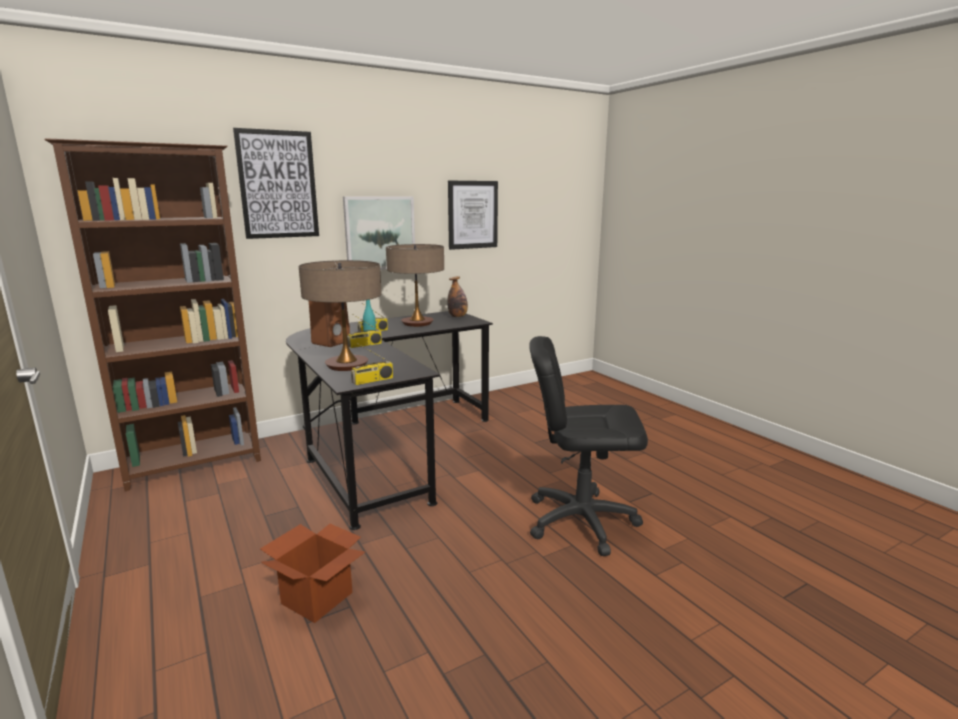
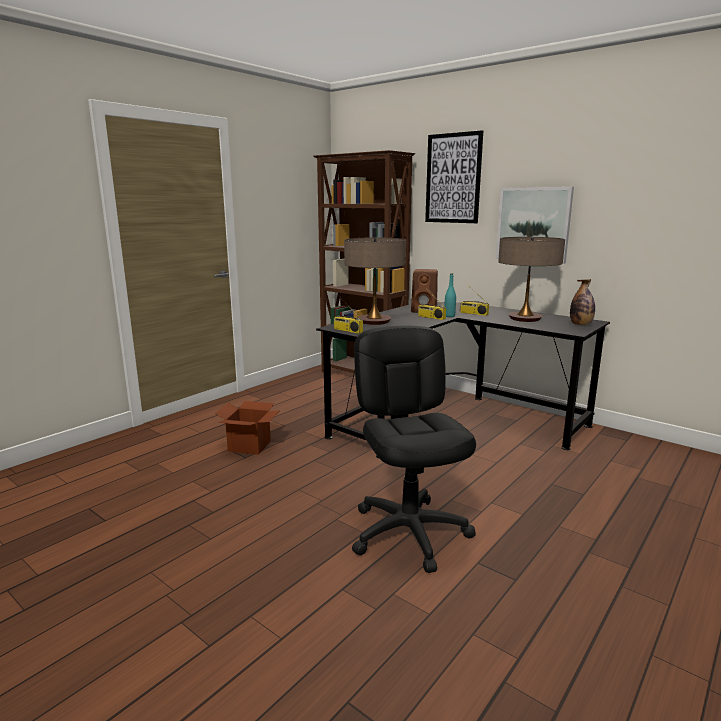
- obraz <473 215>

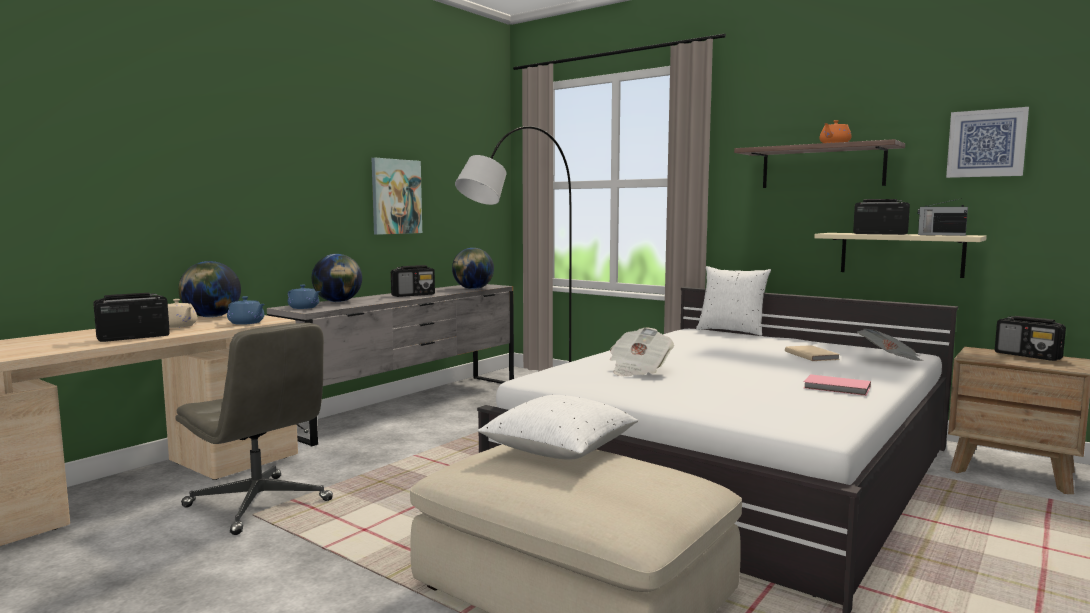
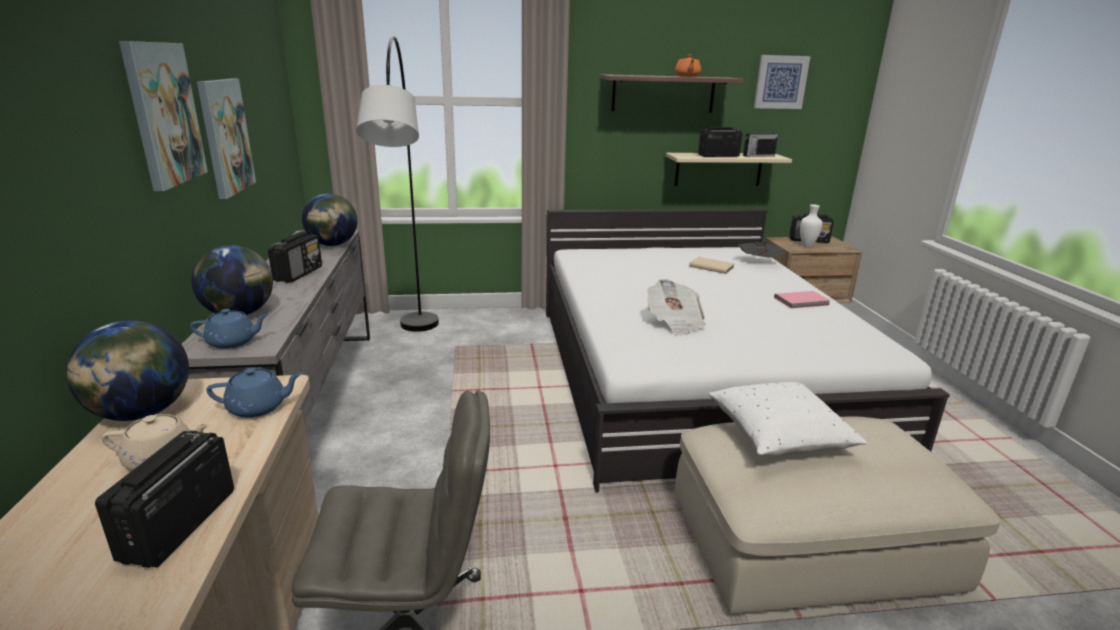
- poduszka/biały <733 301>
+ obraz <163 116>
+ wazon/biały <811 226>

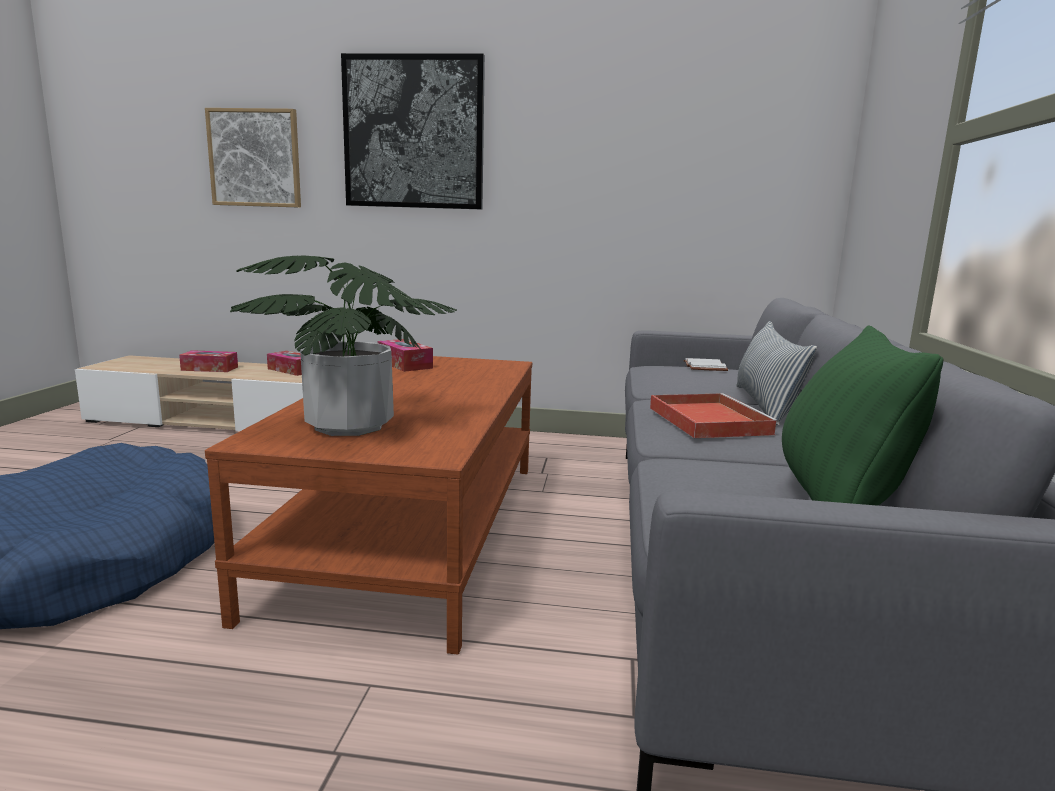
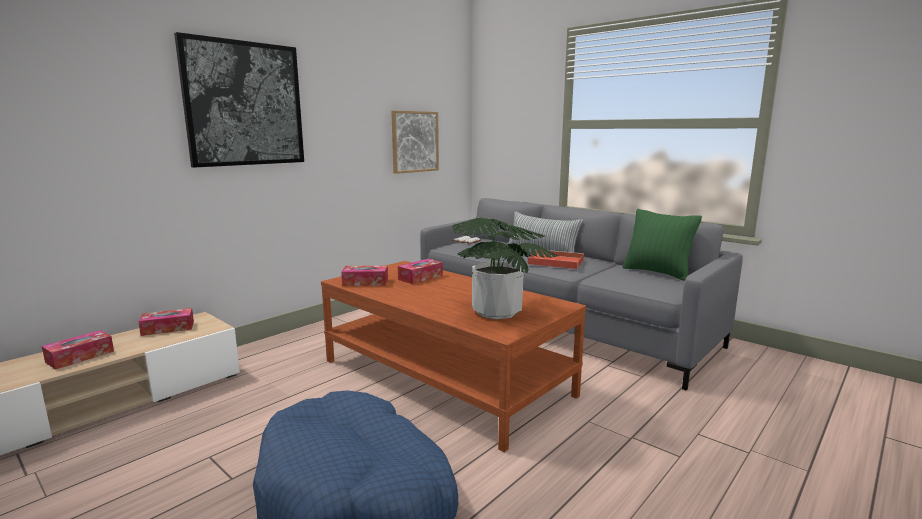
~ obraz <253 158> to <415 142>
+ pudełko chusteczek <420 271>

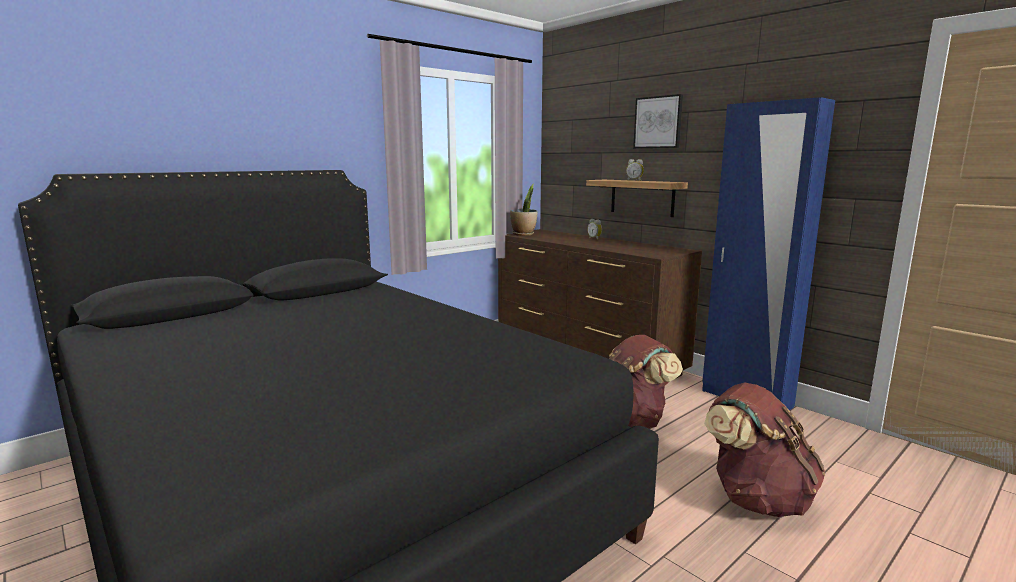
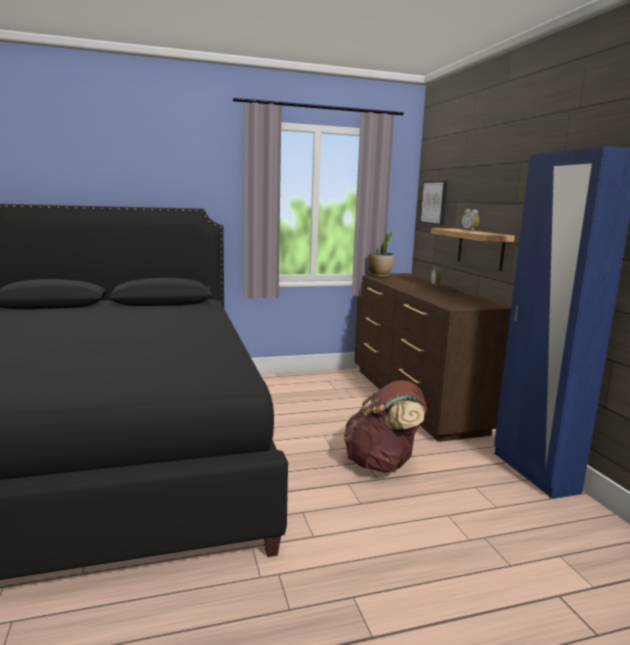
~ obraz <658 121> to <434 203>
- plecak/brązowy <764 449>

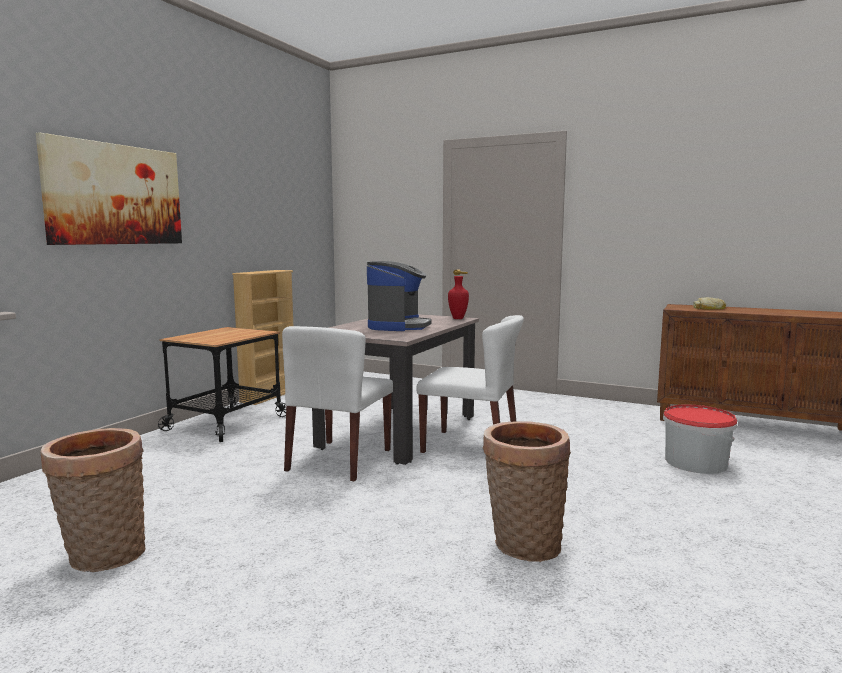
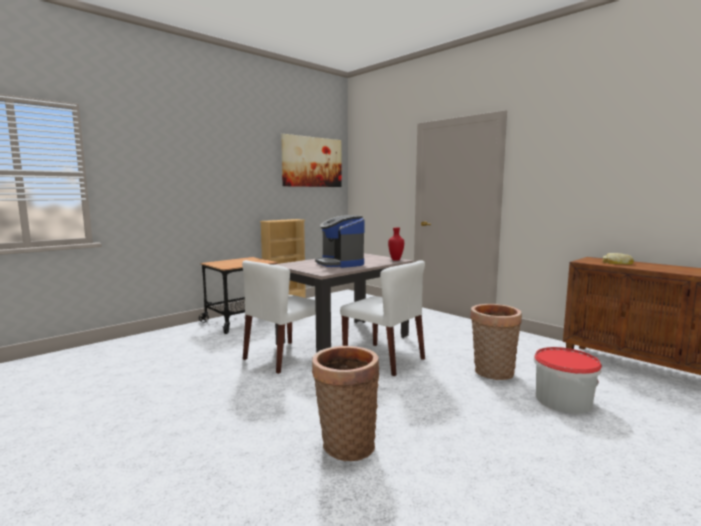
~ obraz <109 188> to <311 160>
~ koszyk <92 500> to <496 342>
~ ekspres do kawy <399 296> = <340 241> 120 degrees clockwise

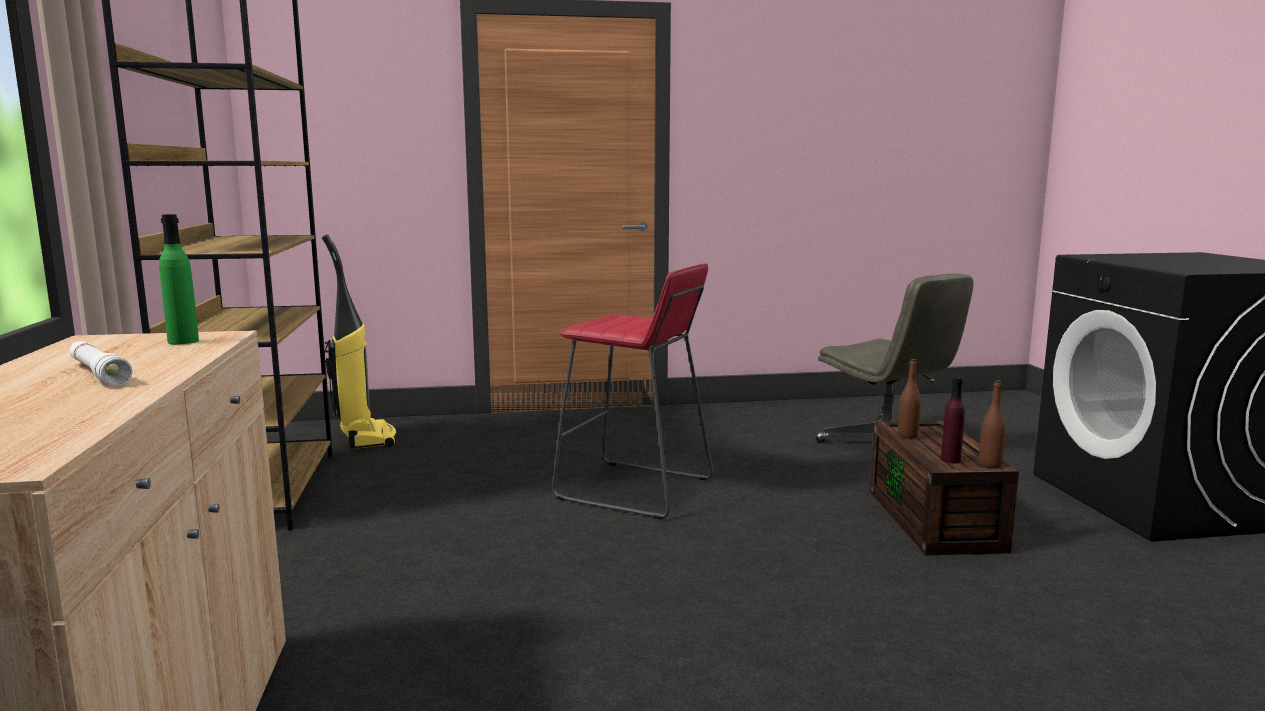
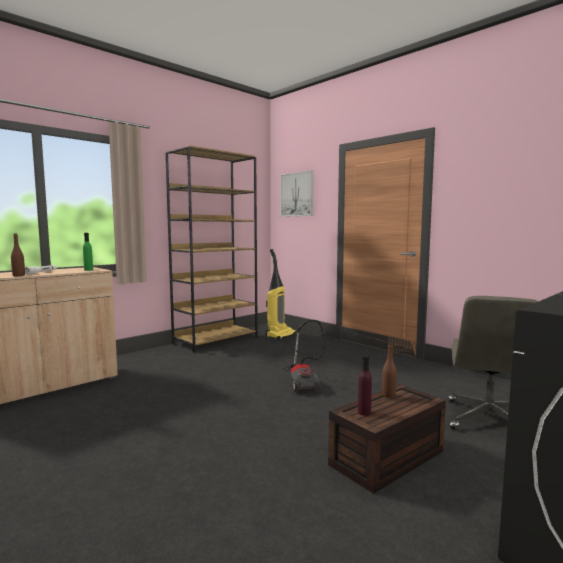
~ stołek/czerwony <632 391> to odkurzacz <303 356>
~ butelka/brązowy <992 424> to <18 254>
+ obraz <297 193>

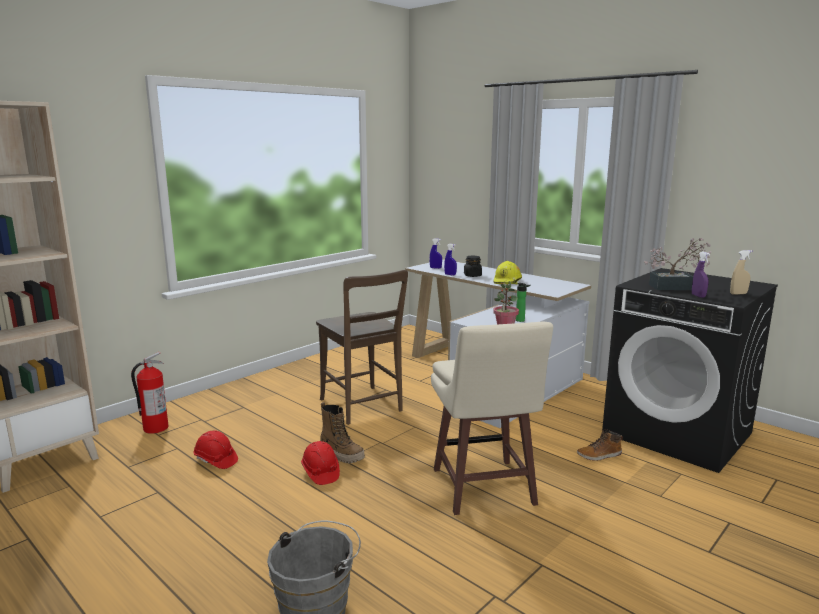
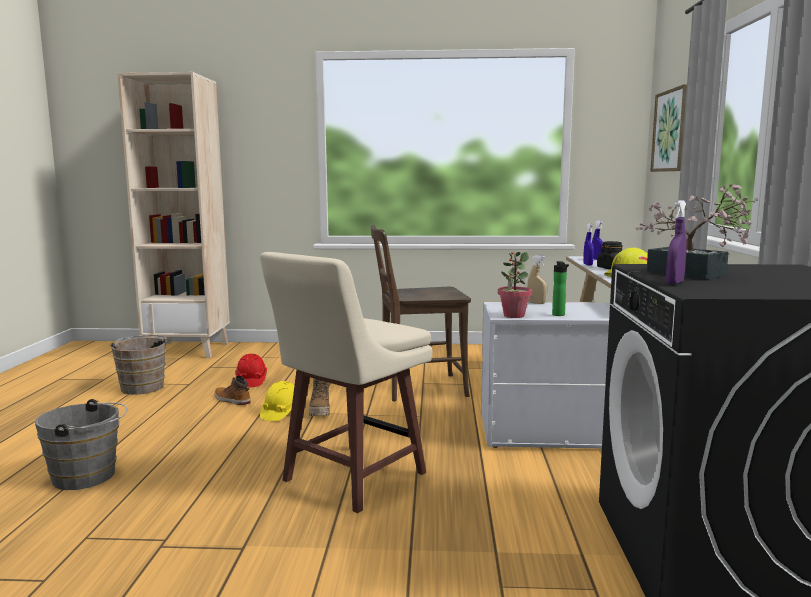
- gaśnica <149 393>
~ kask/czerwony <320 463> to kask/żółty <277 401>
~ krzesło/brązowy <362 347> = <421 313> 60 degrees clockwise
~ but z cholewką <600 445> to <233 390>
~ spryskiwacz/beżowy <741 272> to <537 279>
+ wiadro/brązowy <140 365>
+ obraz <668 128>

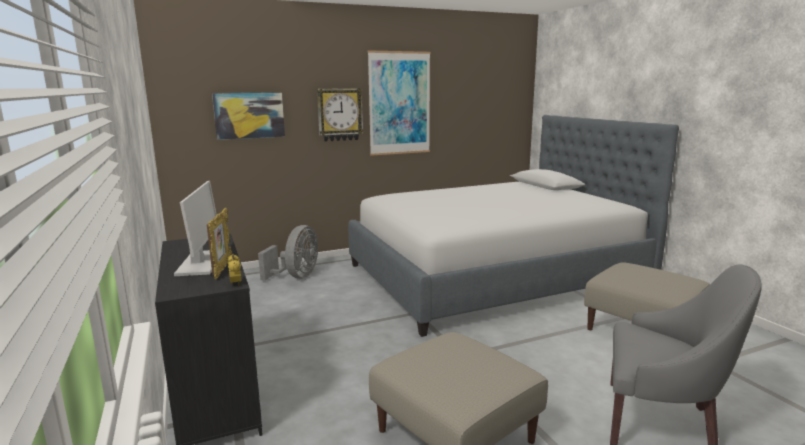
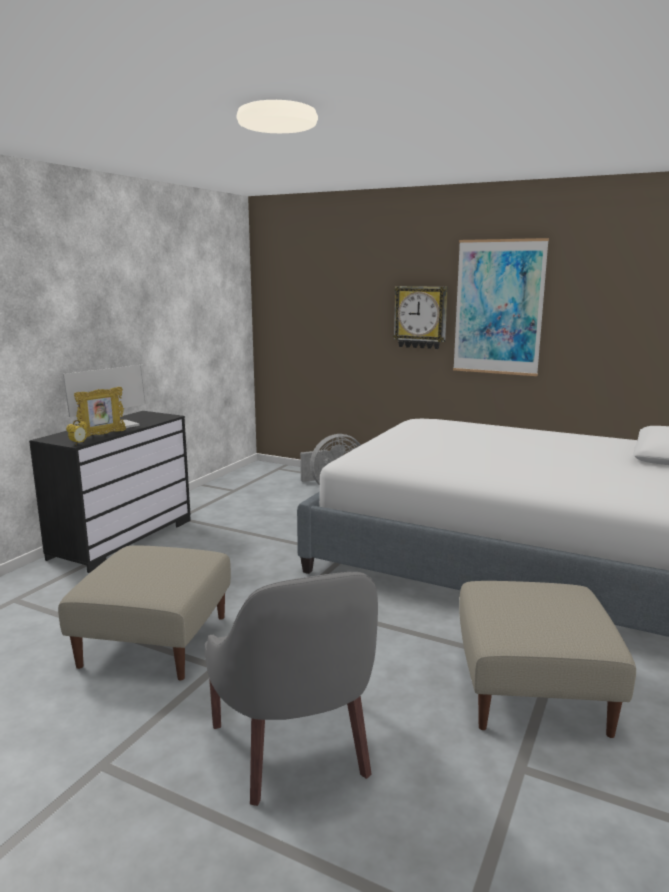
- obraz <248 116>

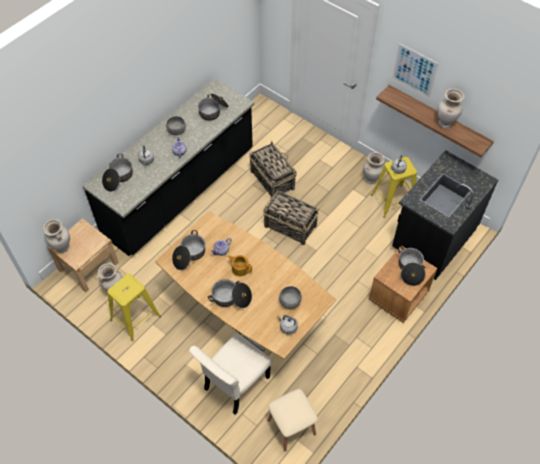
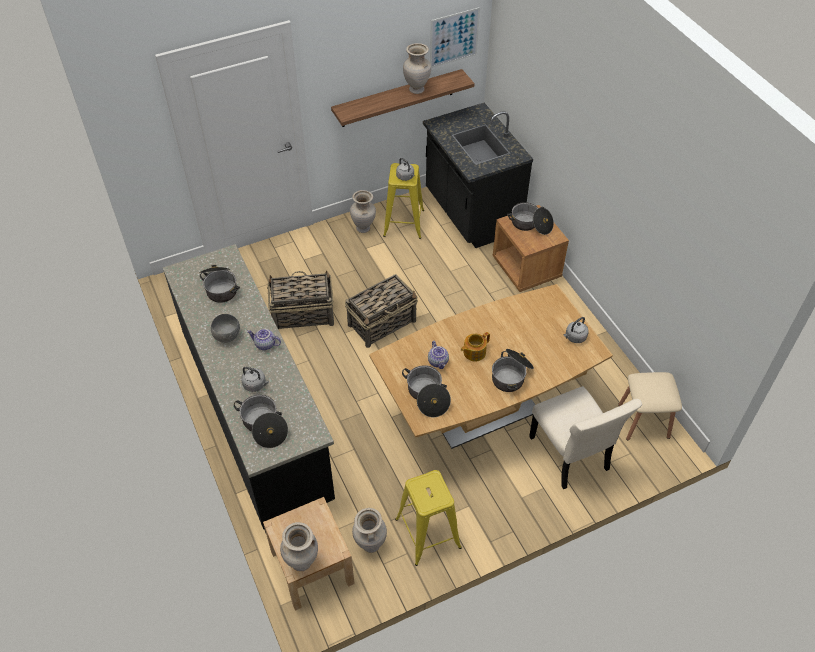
- miska/szary <290 297>
~ obraz <415 70> to <455 37>

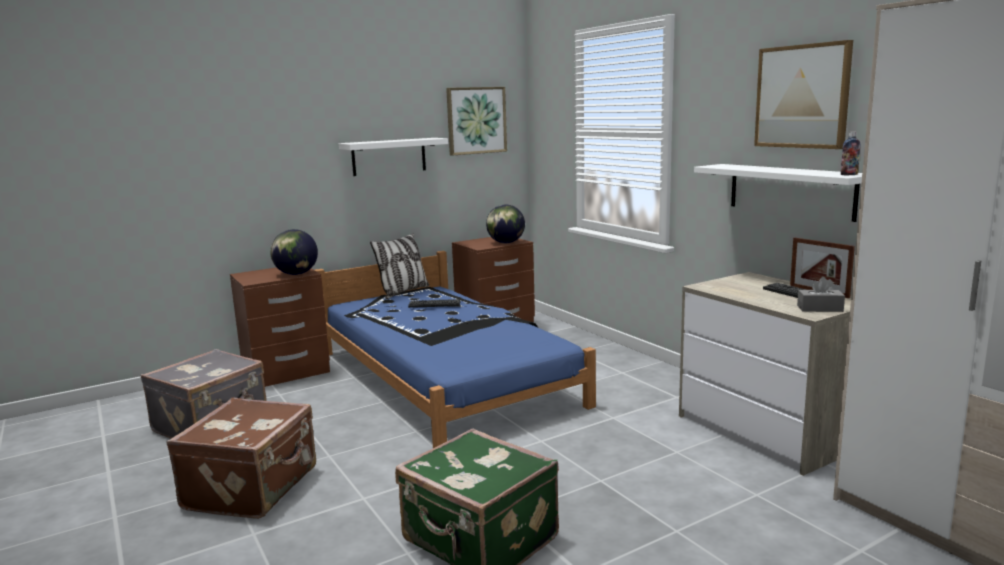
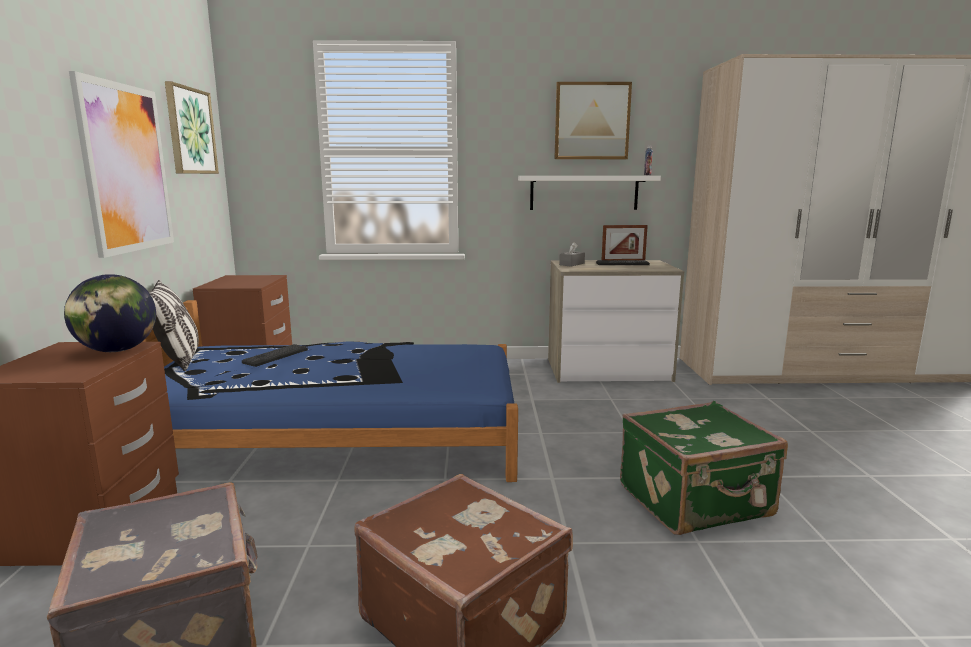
~ półka/biały <393 157> to obraz <121 164>
- globus <505 223>
~ pudełko chusteczek/szary <821 294> to <572 254>

